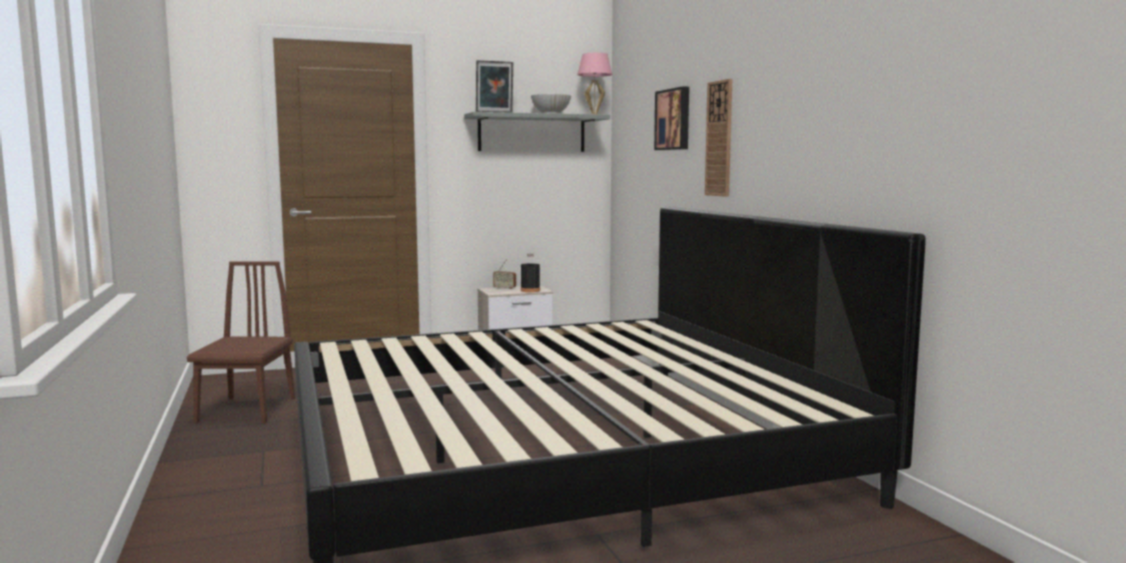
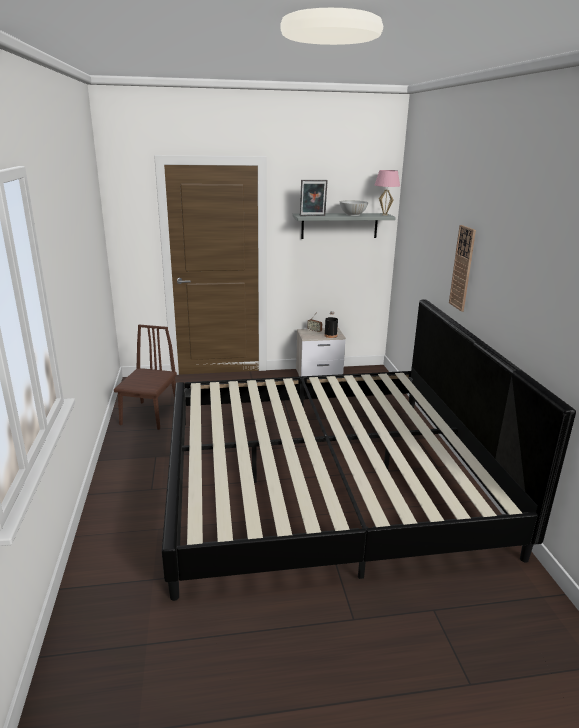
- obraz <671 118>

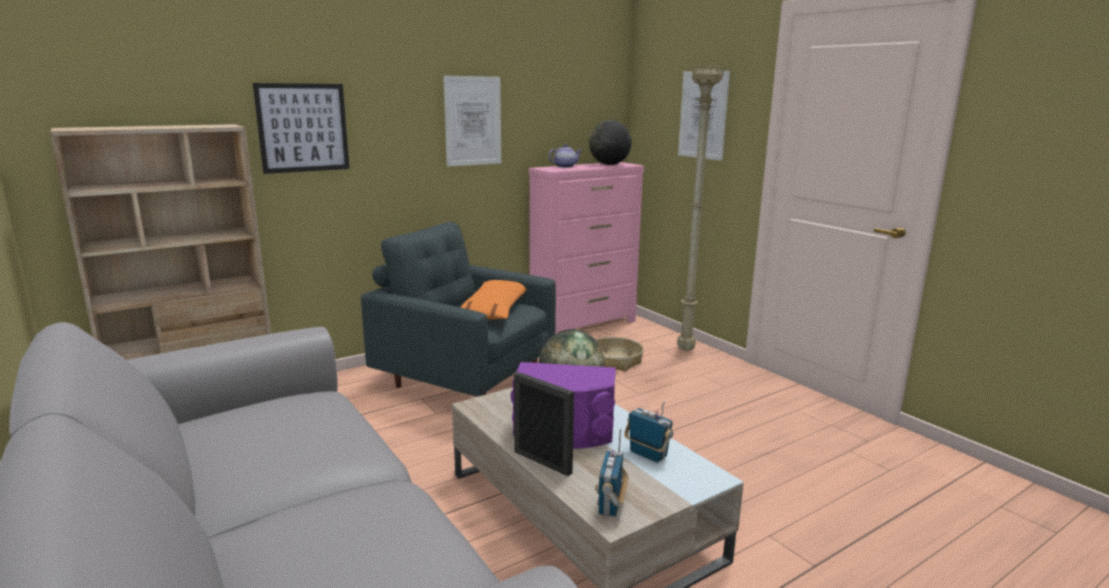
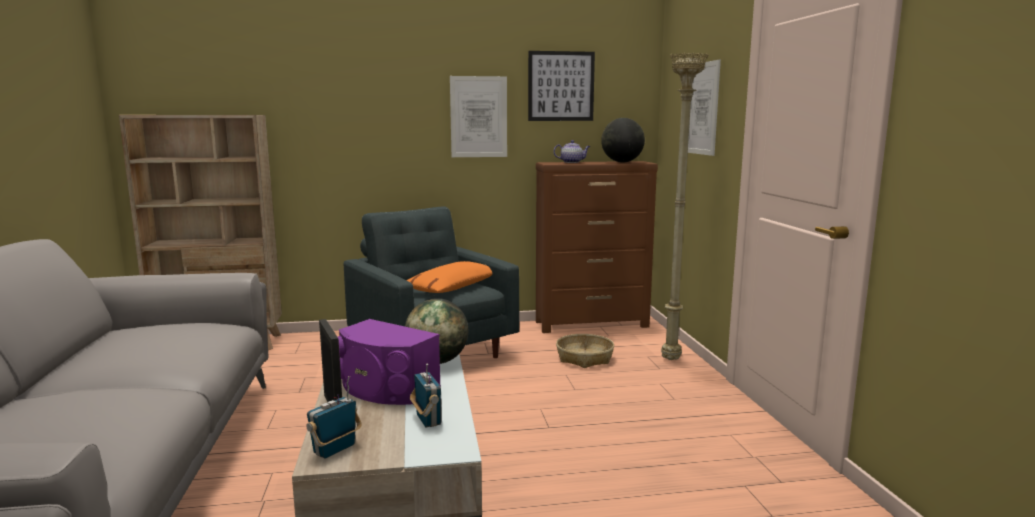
~ obraz <301 128> to <561 86>
~ komoda/różowy <586 248> to komoda/brązowy <597 247>

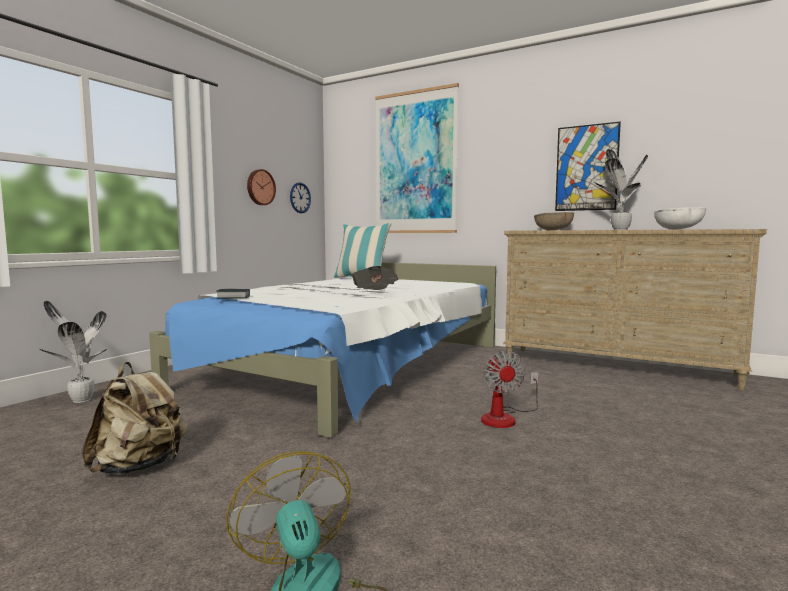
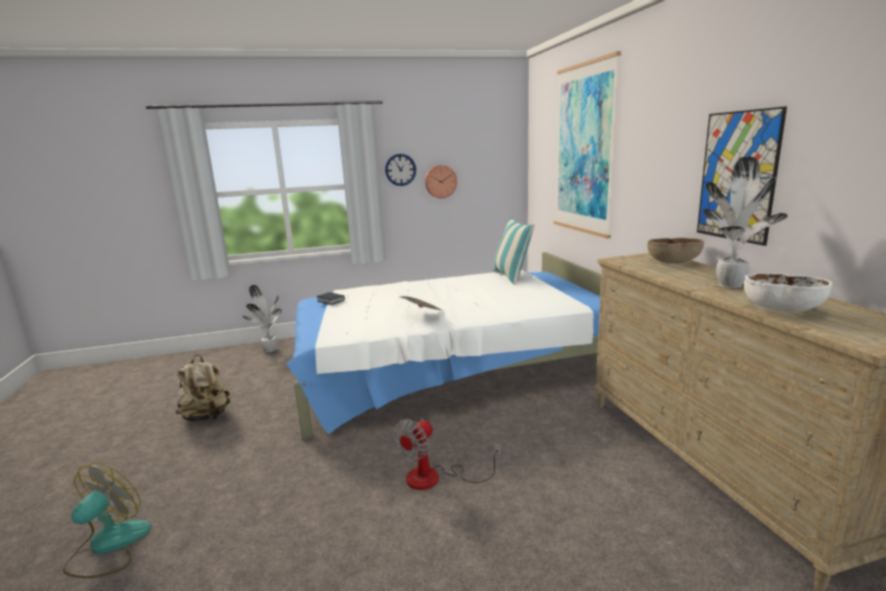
~ zegar ścienny <300 197> to <400 170>

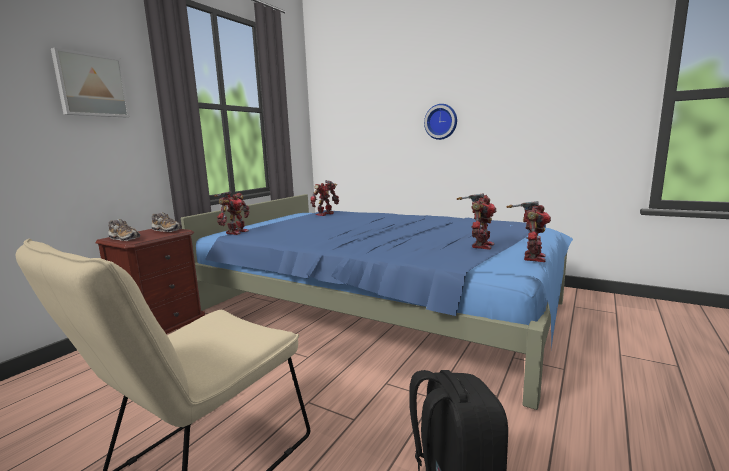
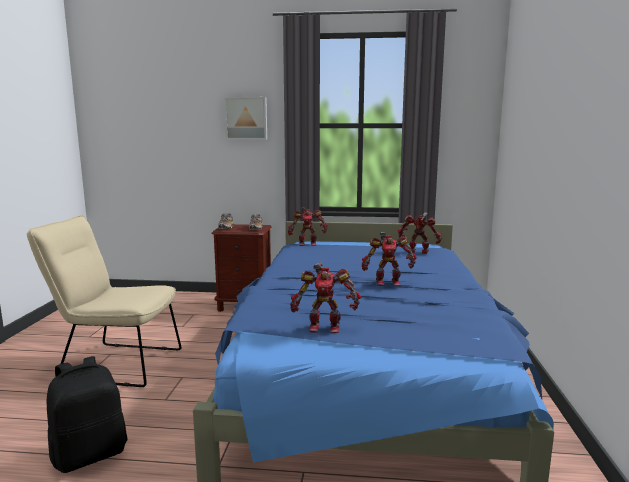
- zegar ścienny <440 122>
~ robot zabawkowy <528 231> to <389 259>

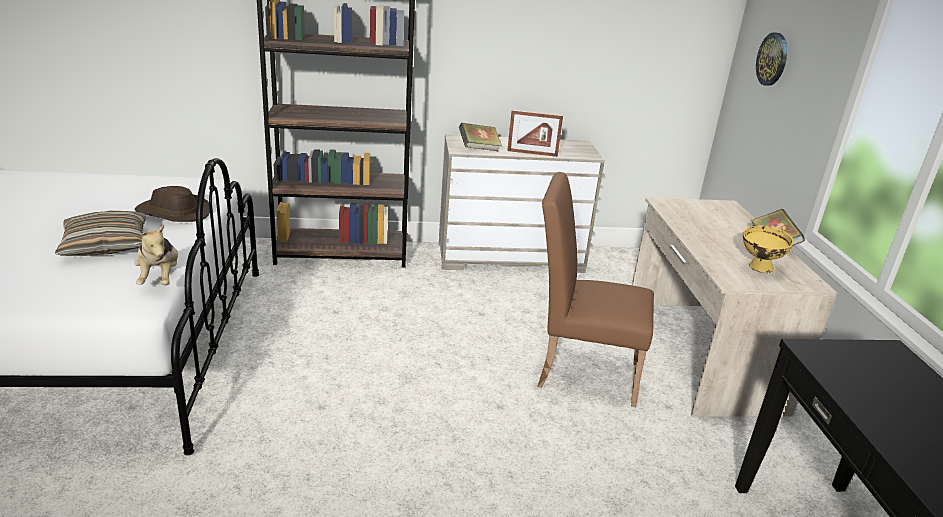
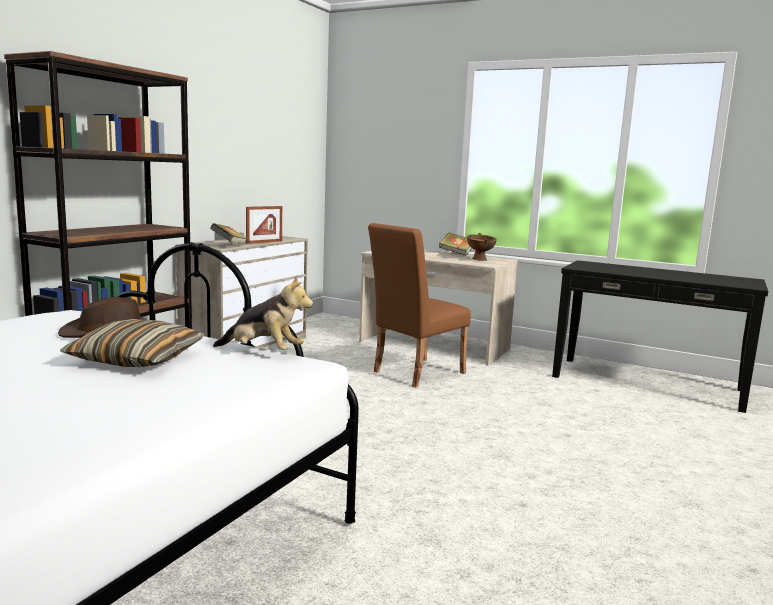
~ miska/żółty <768 249> to miska/brązowy <482 247>
- zegar ścienny <771 59>

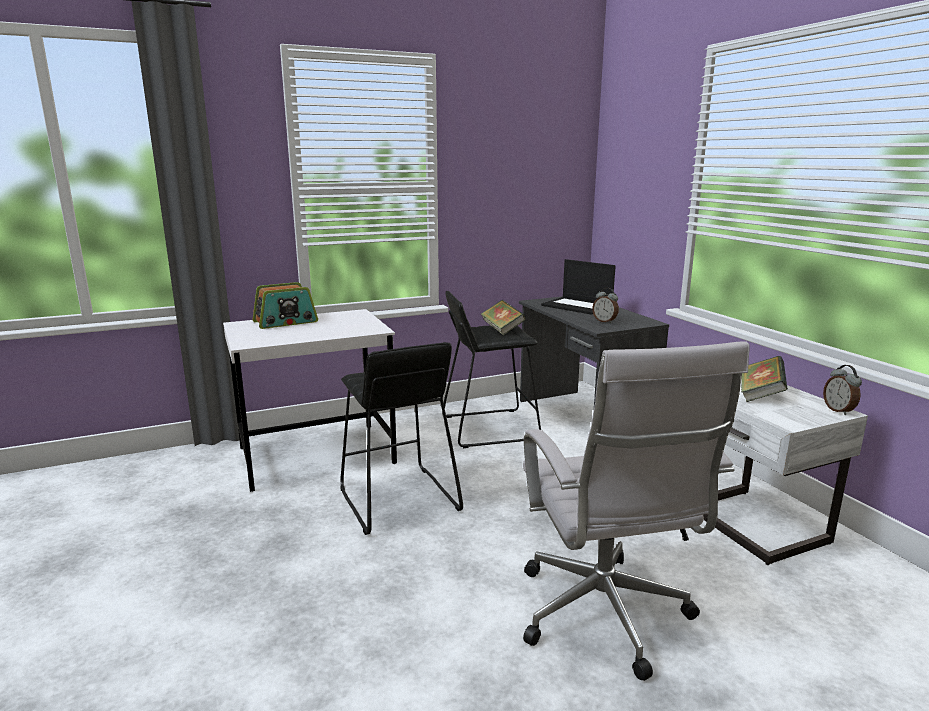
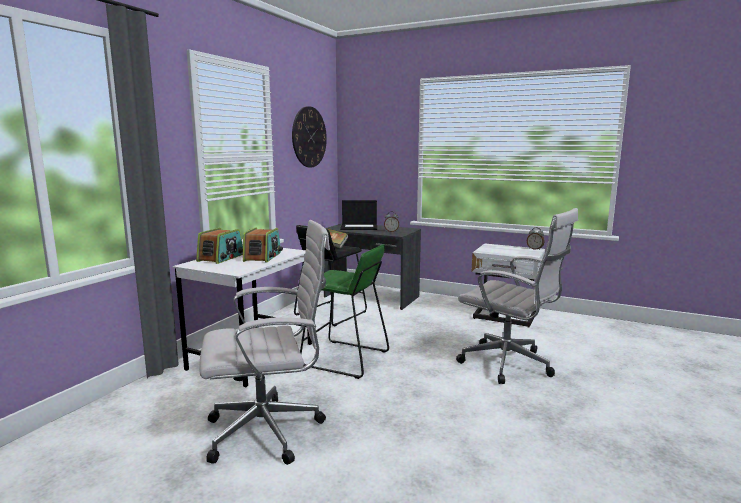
~ stołek/czarny <401 438> to stołek/zielony <344 311>
- książka <764 379>
+ krzesło biurowe/biały <264 342>
+ radio <263 244>
+ zegar ścienny <309 137>

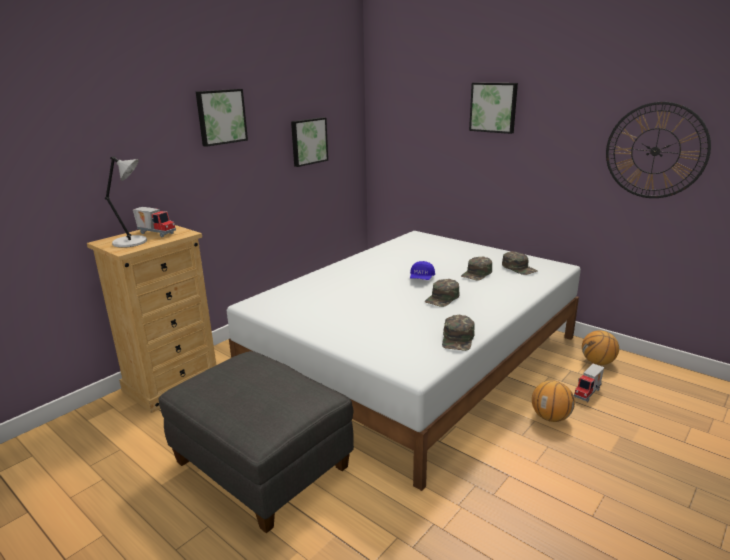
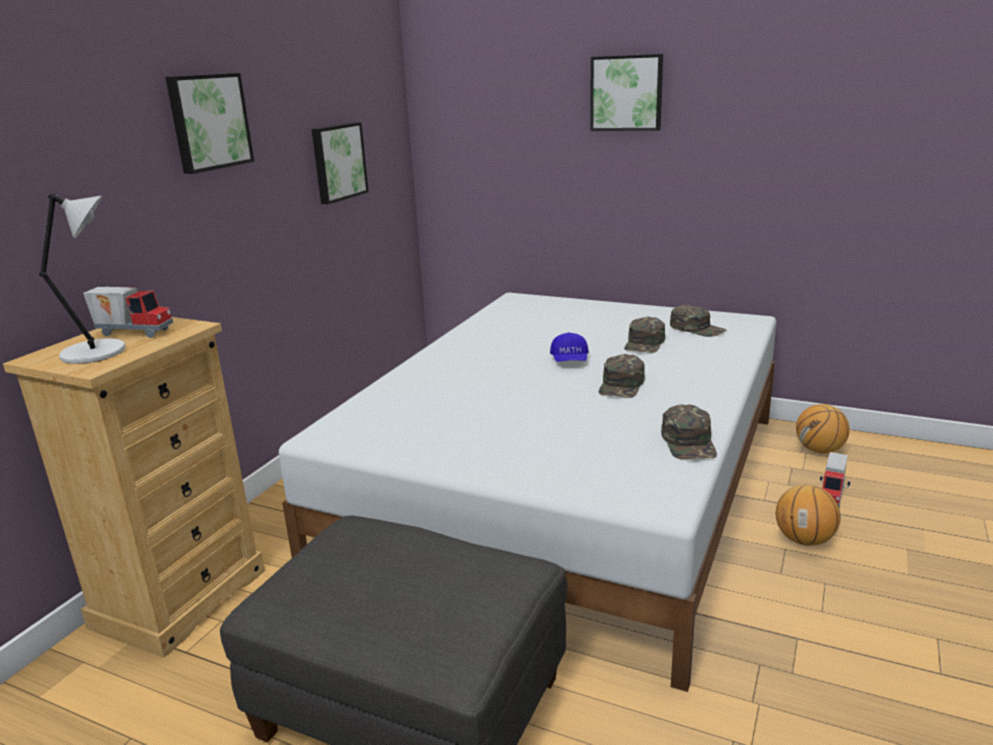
- zegar ścienny <658 150>

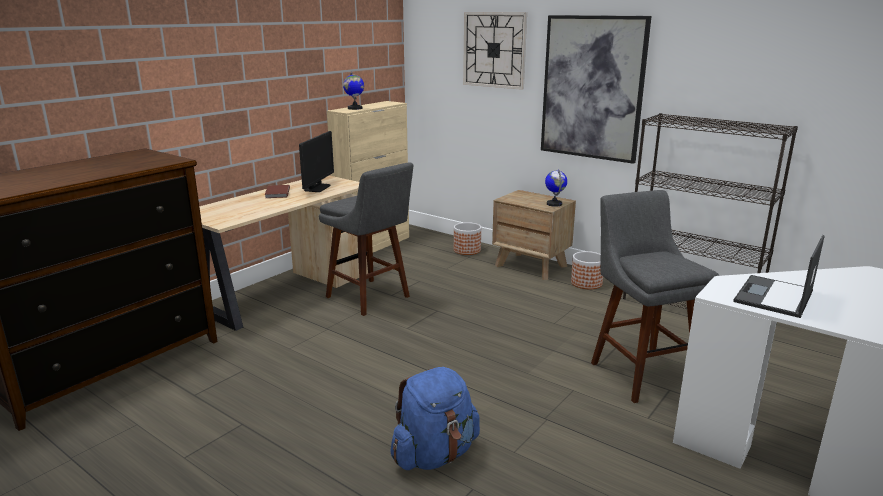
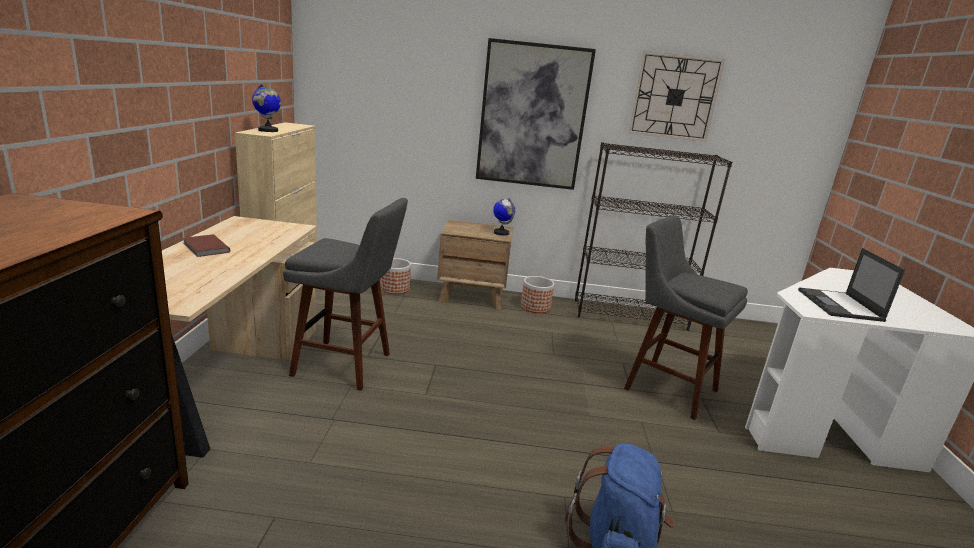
- monitor <316 161>
~ zegar ścienny <495 51> to <676 96>

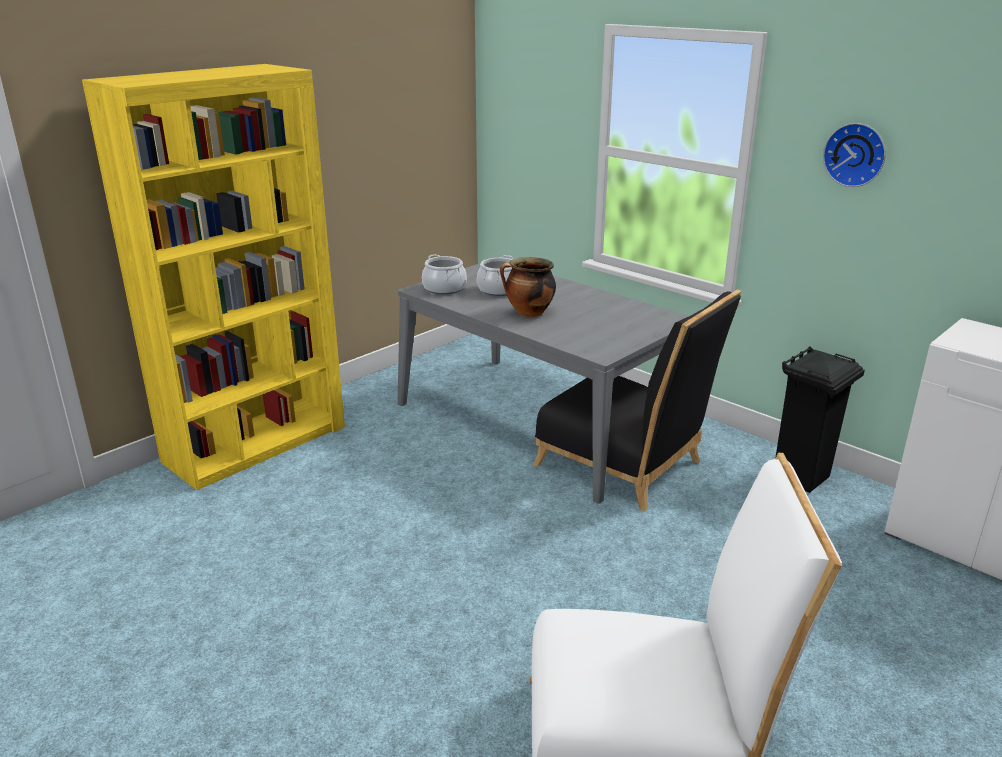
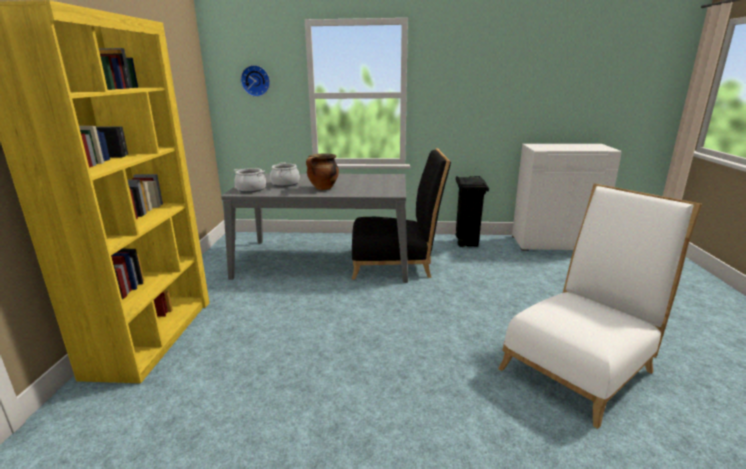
~ zegar ścienny <854 155> to <255 81>

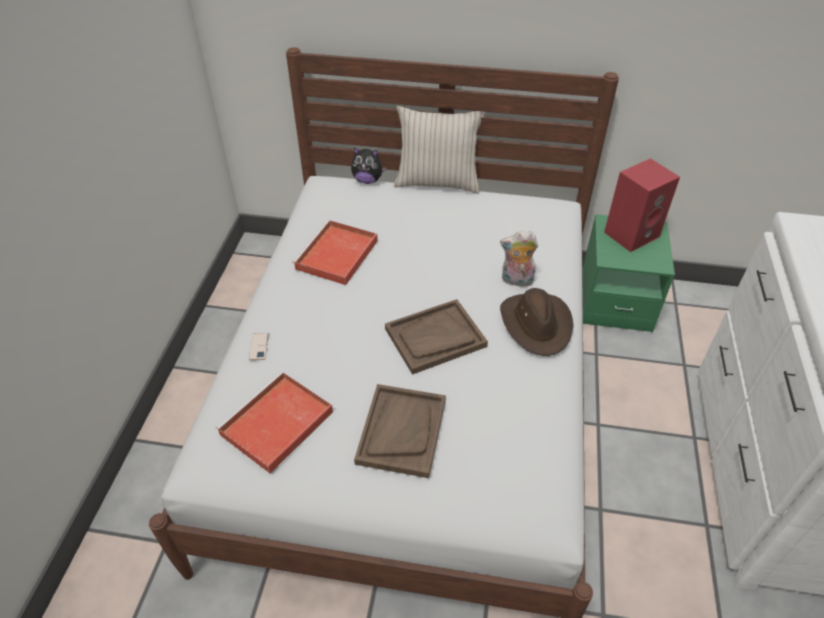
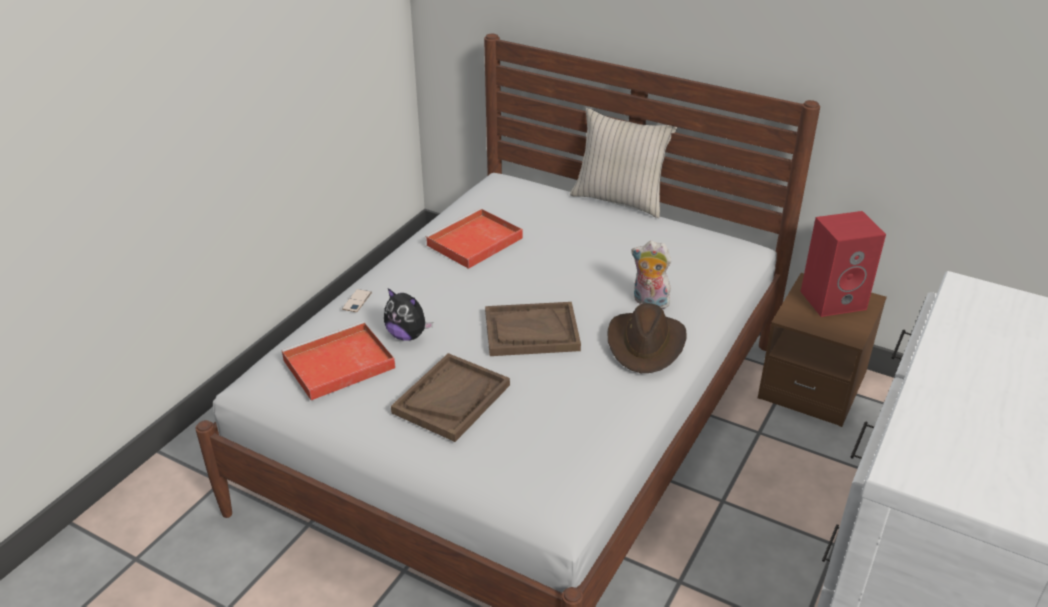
~ pluszak <369 166> to <408 314>
~ szafka nocna/zielony <628 273> to szafka nocna/brązowy <822 350>

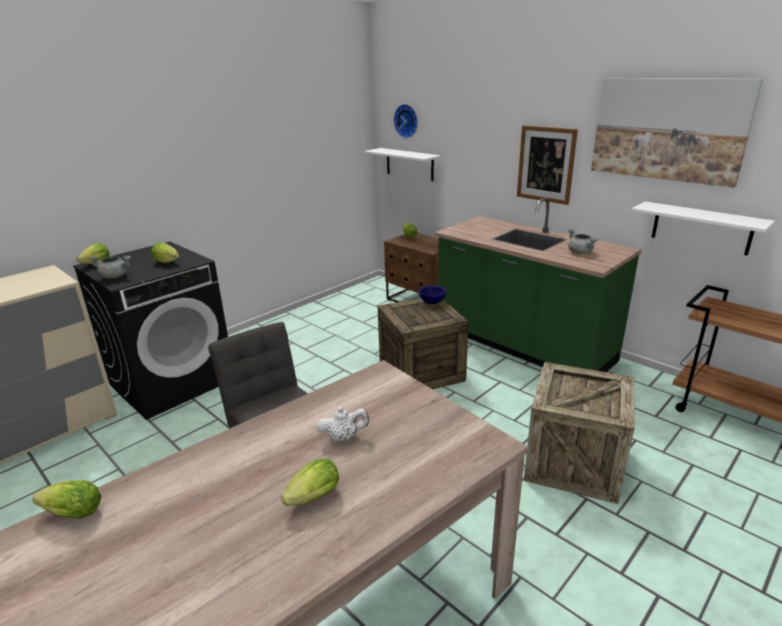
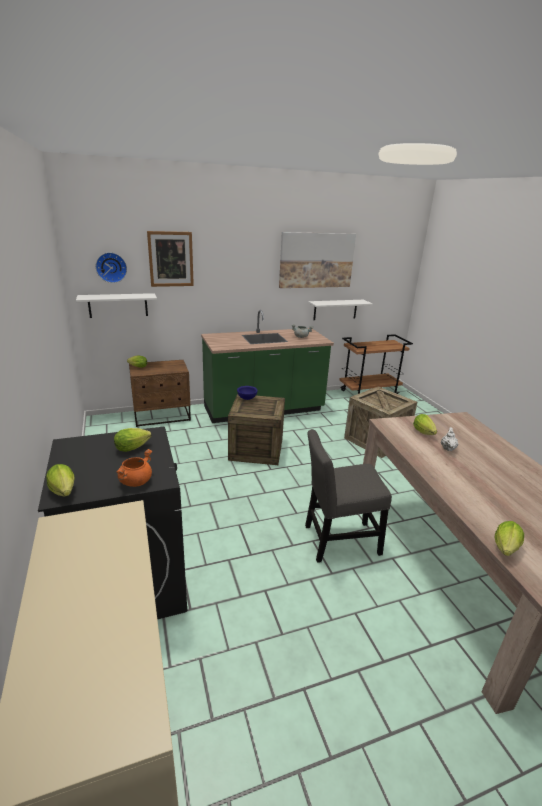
~ garnek/szary <110 267> to garnek/pomarańczowy <134 468>
~ sałata <310 482> to <425 424>
~ obraz <547 165> to <170 259>

